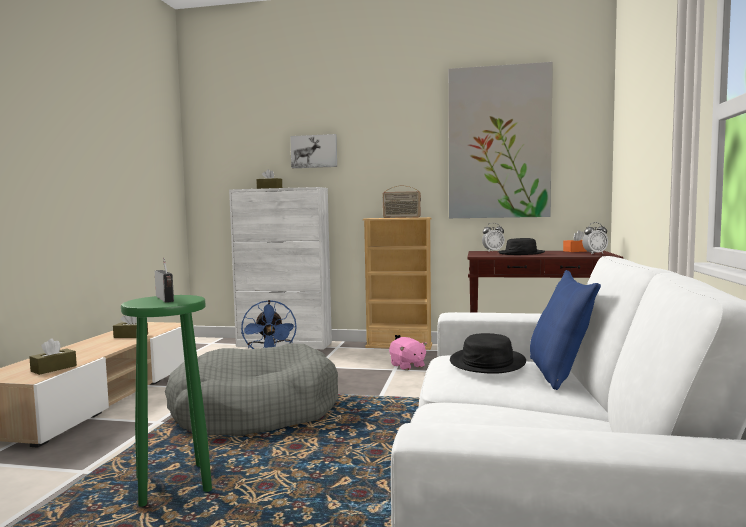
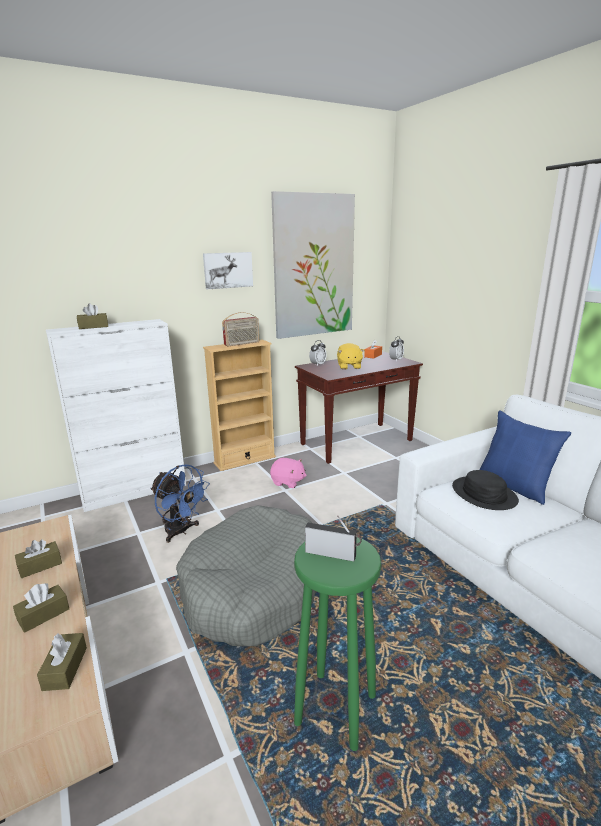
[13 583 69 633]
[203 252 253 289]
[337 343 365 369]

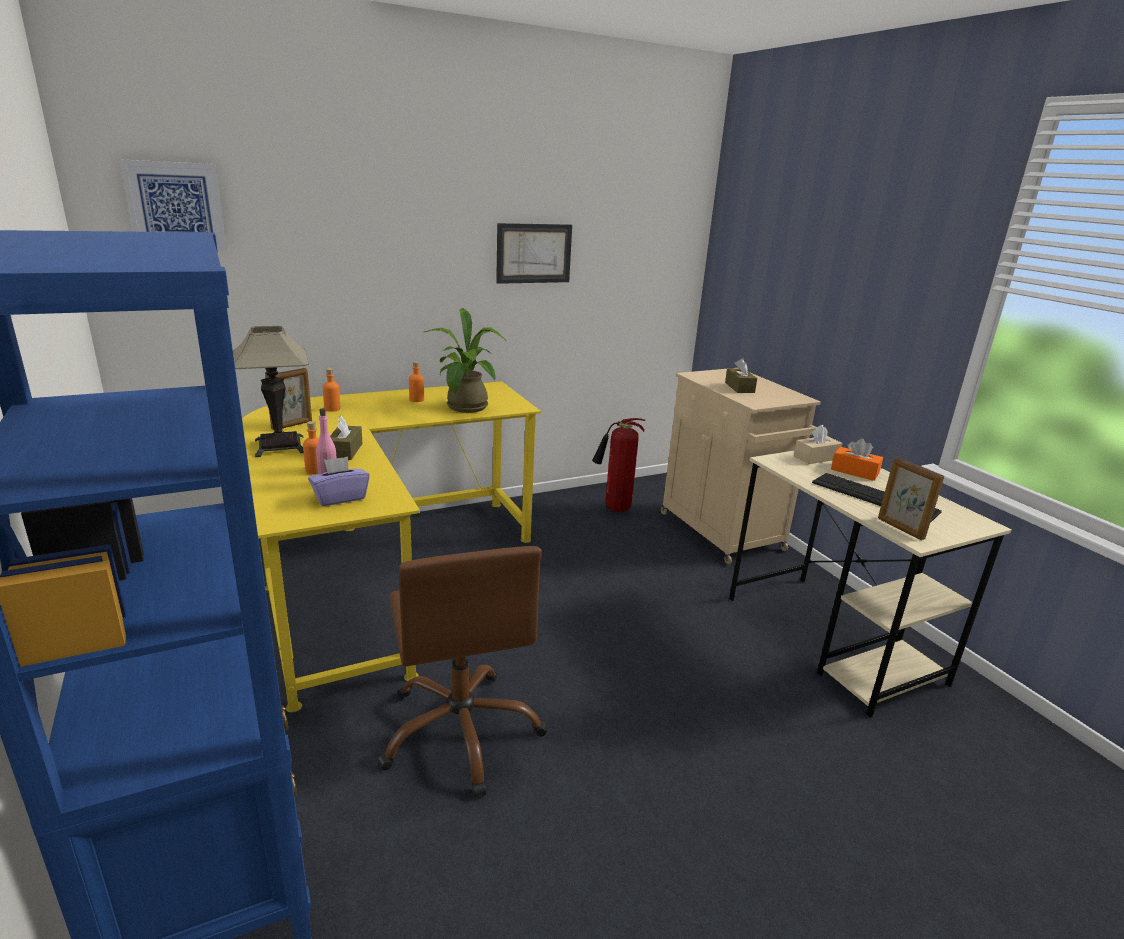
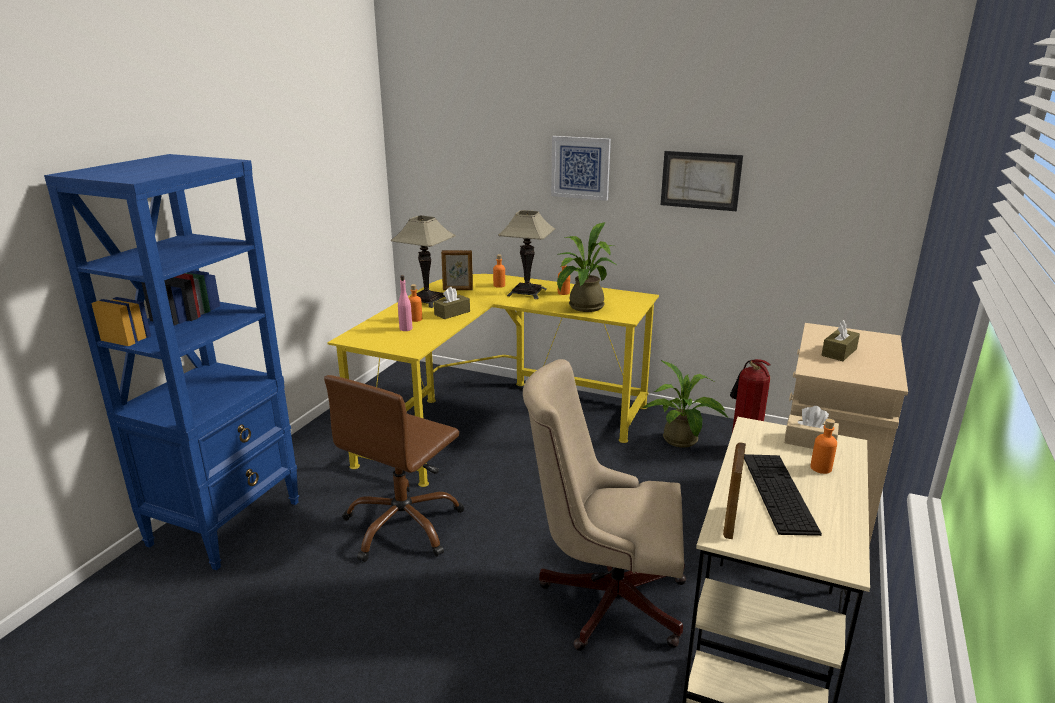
[498 210 555 299]
[523 359 686 651]
[551 136 611 201]
[643 360 728 448]
[810 419 837 474]
[308 456 370 506] (first image)

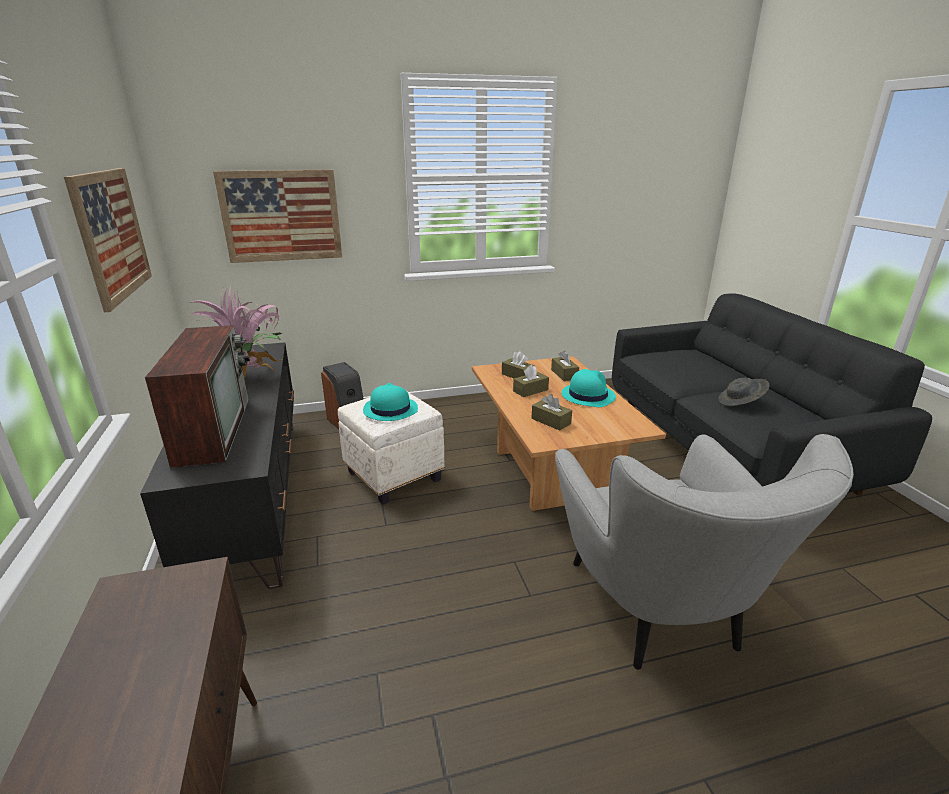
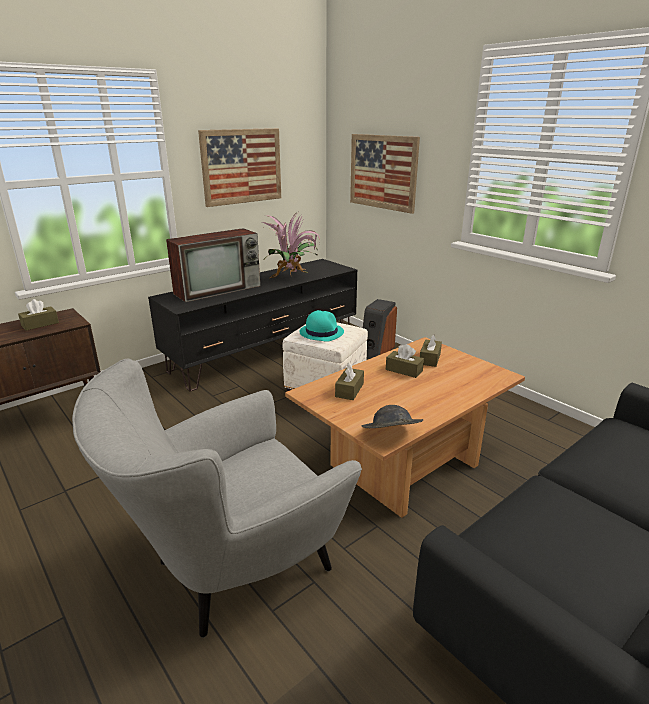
[18 299 59 331]
[361 405 423 428]
[561 369 616 407] (first image)

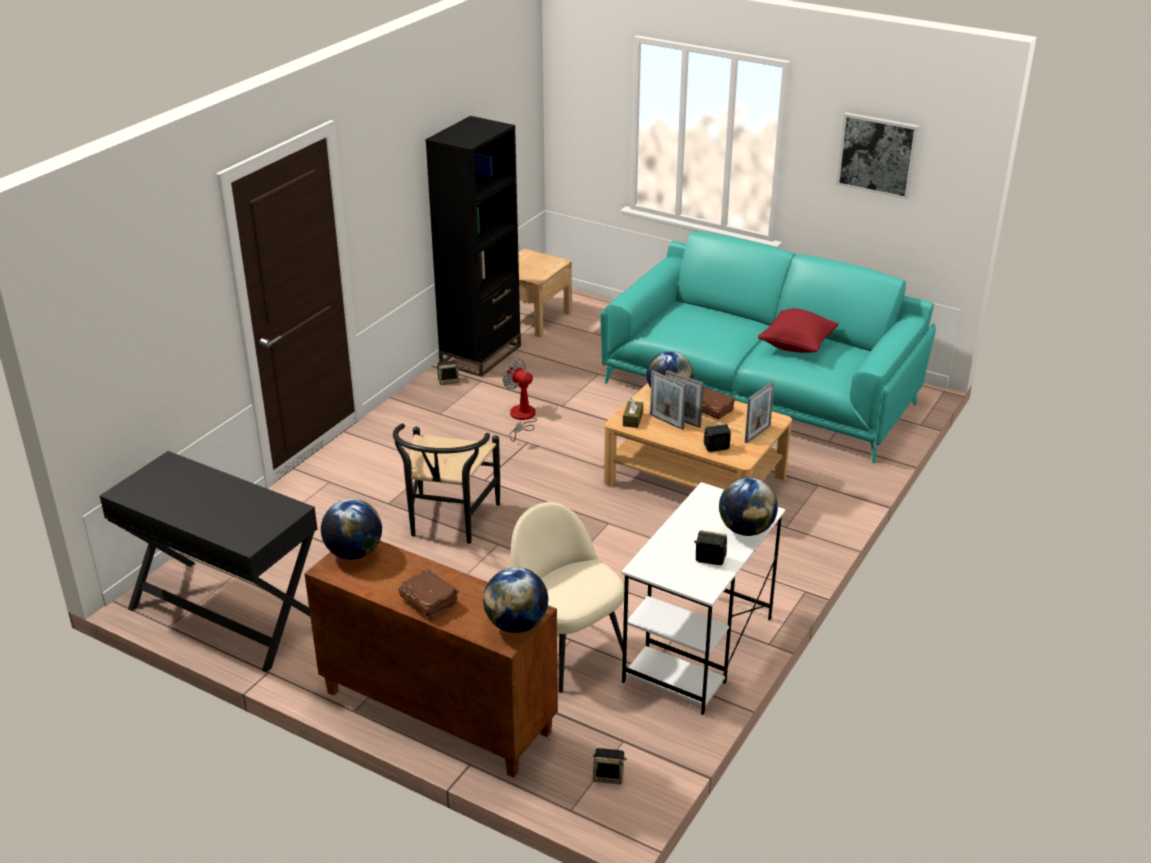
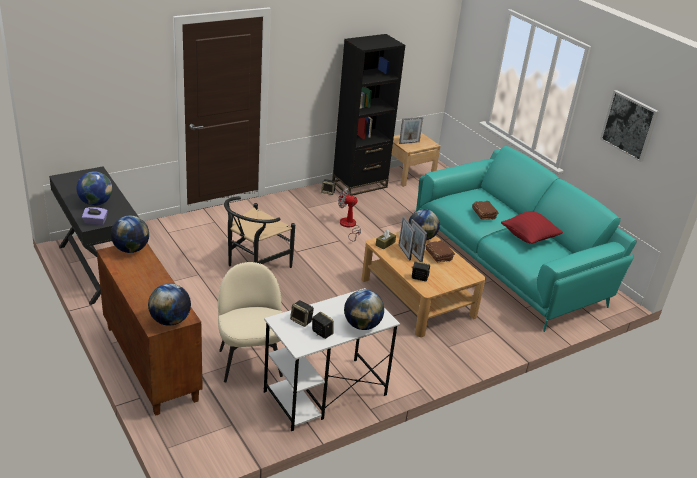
[76 171 112 206]
[82 207 108 225]
[290 300 314 327]
[338 188 361 242]
[399 117 423 144]
[472 201 499 220]

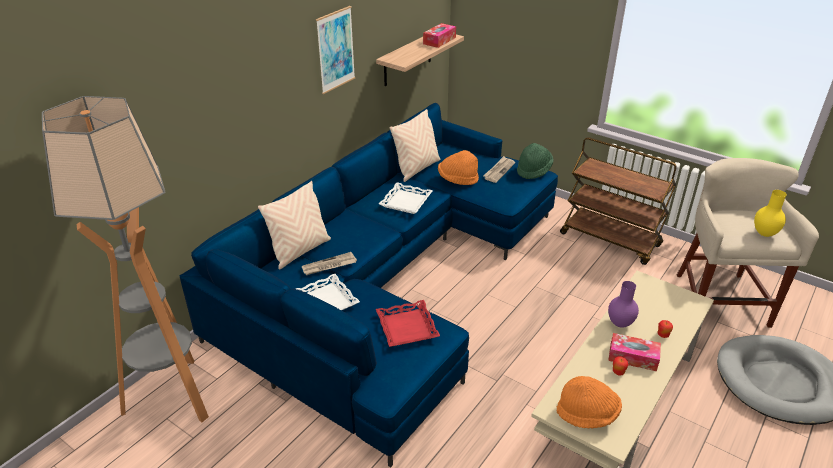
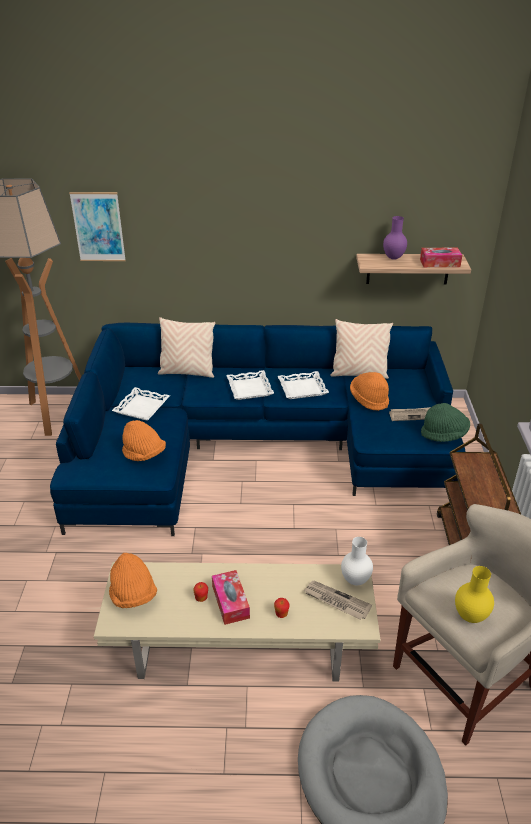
[69 192 126 261]
[122 420 166 461]
[226 370 274 400]
[303 581 372 620]
[341 537 373 585]
[383 216 407 260]

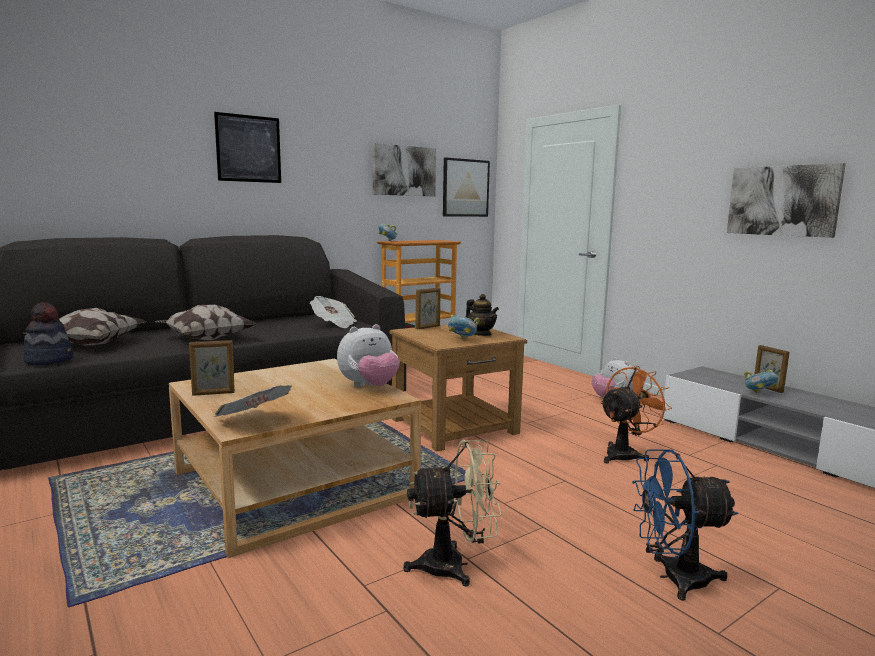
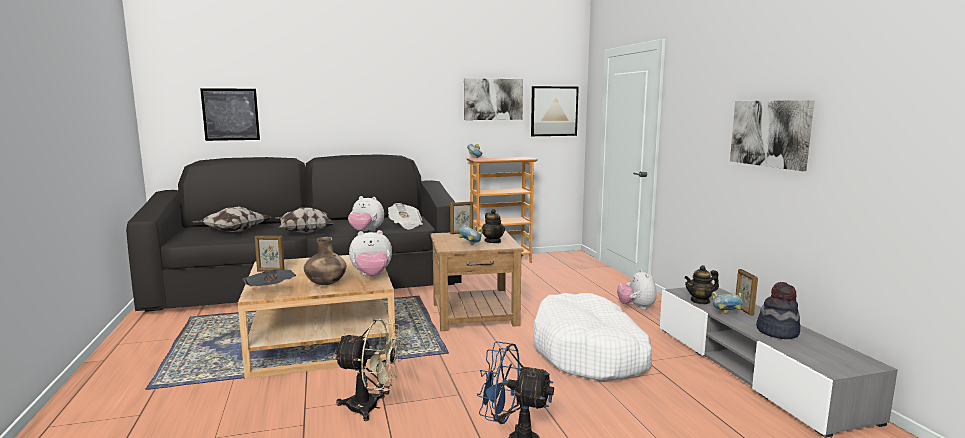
[200 88 260 141]
[304 237 347 285]
[348 196 384 232]
[533 293 652 381]
[684 265 719 304]
[756 282 800 339]

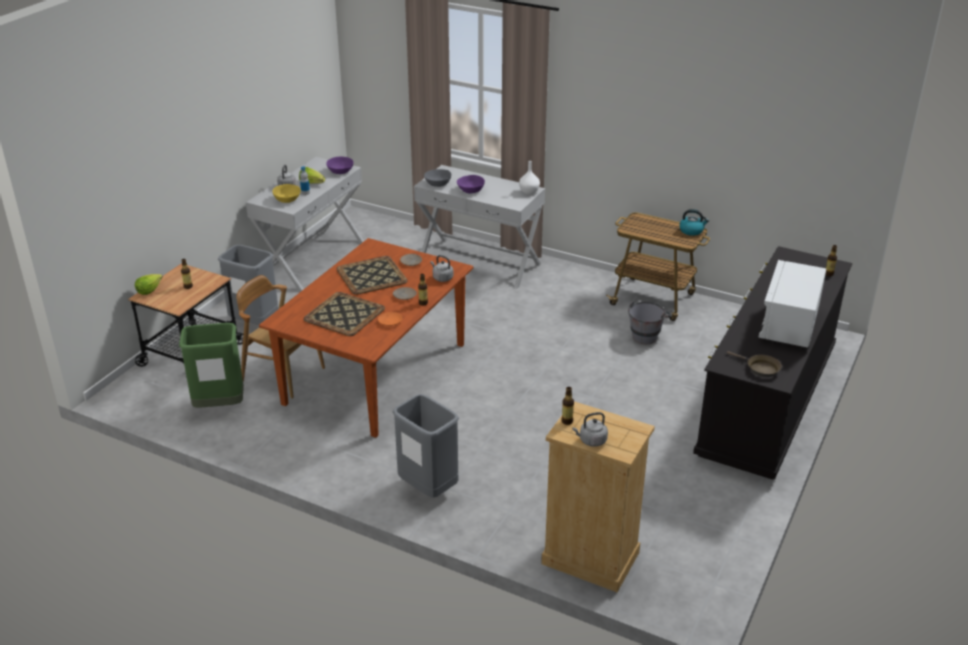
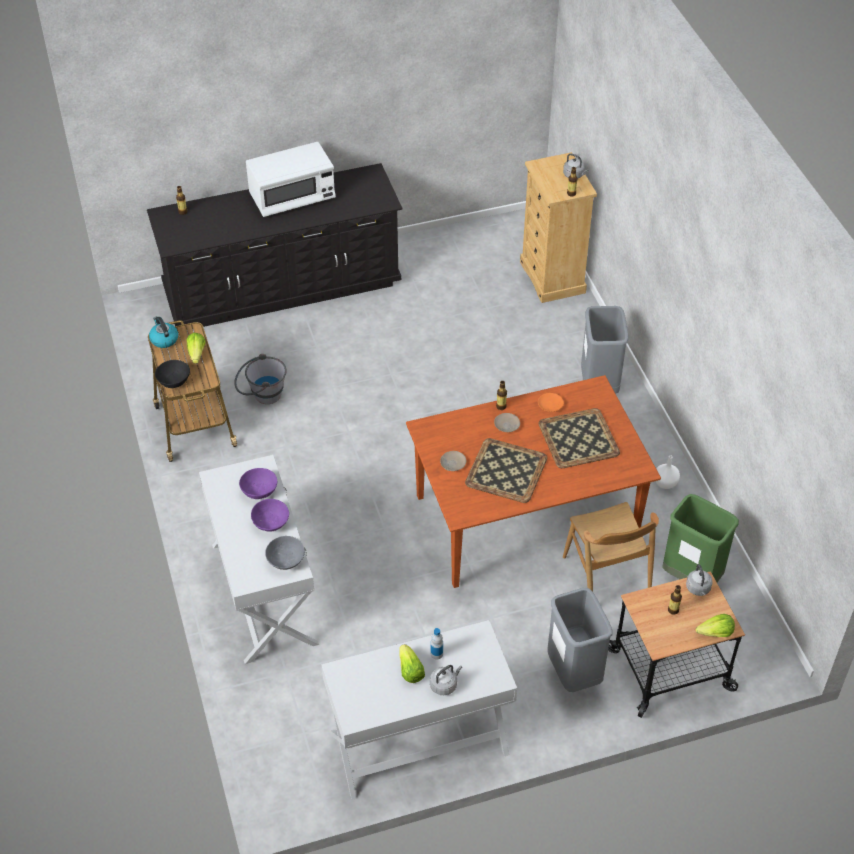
[155 360 190 388]
[186 333 206 364]
[239 468 277 499]
[656 455 680 489]
[686 564 713 596]
[272 184 301 203] (first image)
[726 351 782 377] (first image)

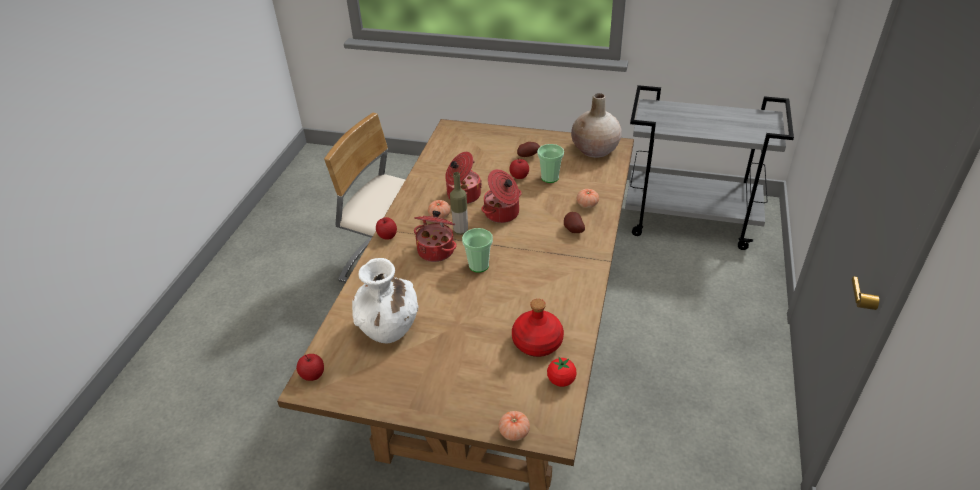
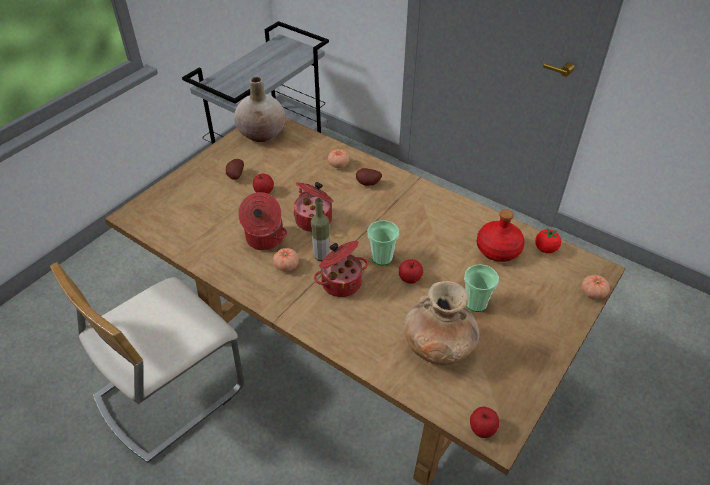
[399 260 423 284]
[404 281 479 365]
[464 264 499 312]

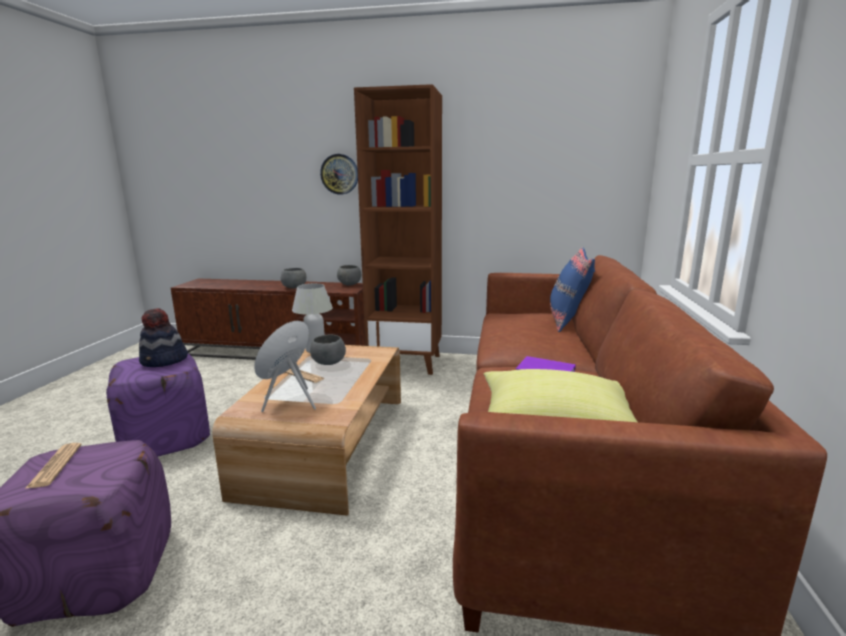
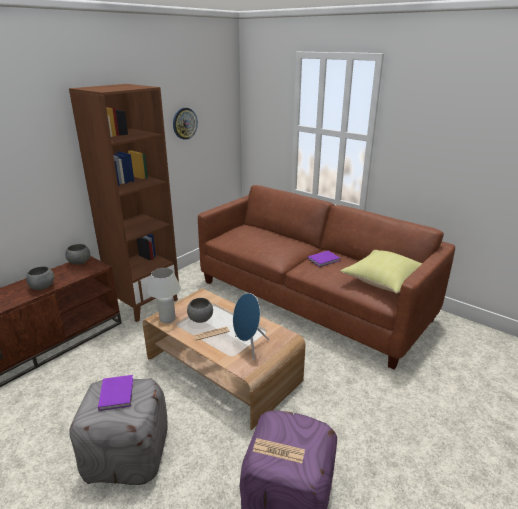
[69 378 168 485]
[98 375 133 411]
[173 108 198 140]
[550 247 595 332] (first image)

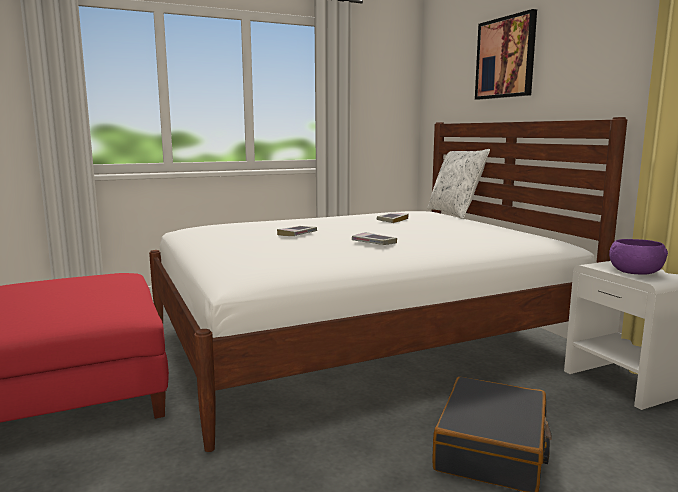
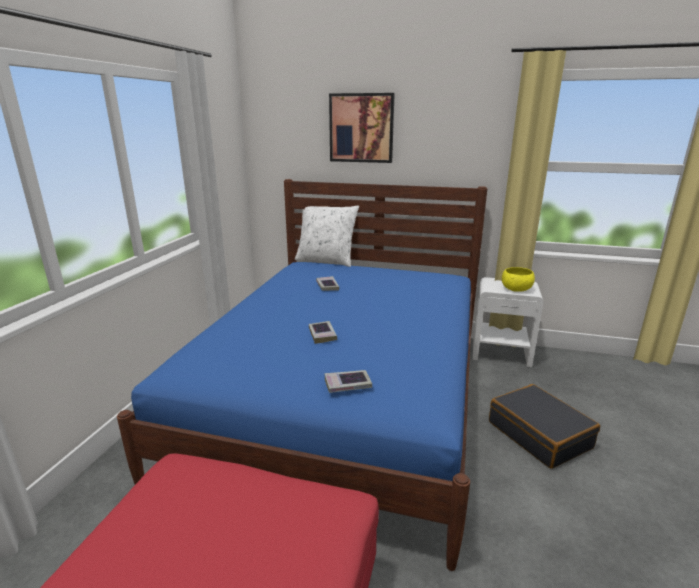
[117 179 487 571]
[324 370 372 393]
[502 267 535 292]

